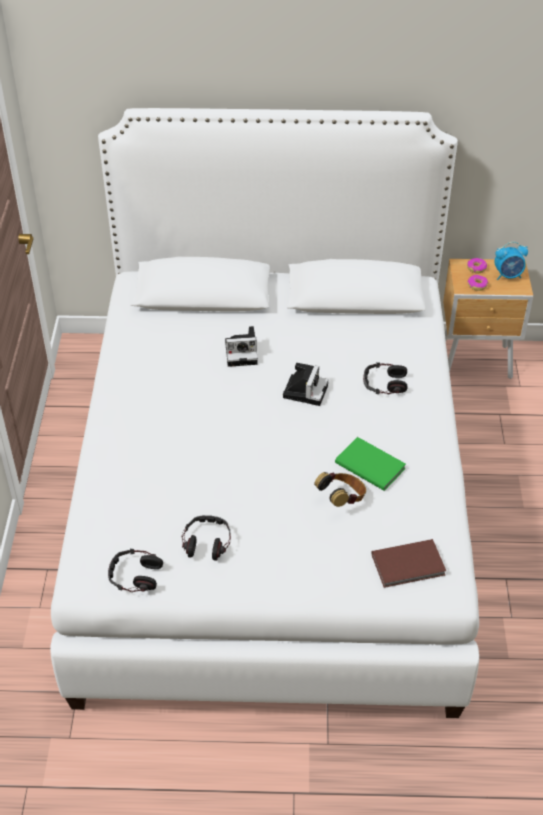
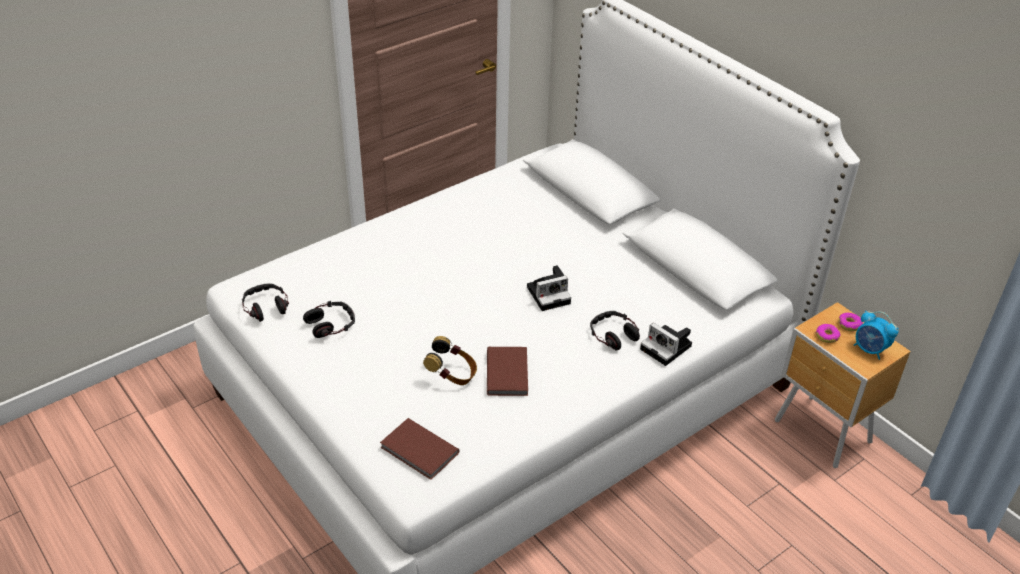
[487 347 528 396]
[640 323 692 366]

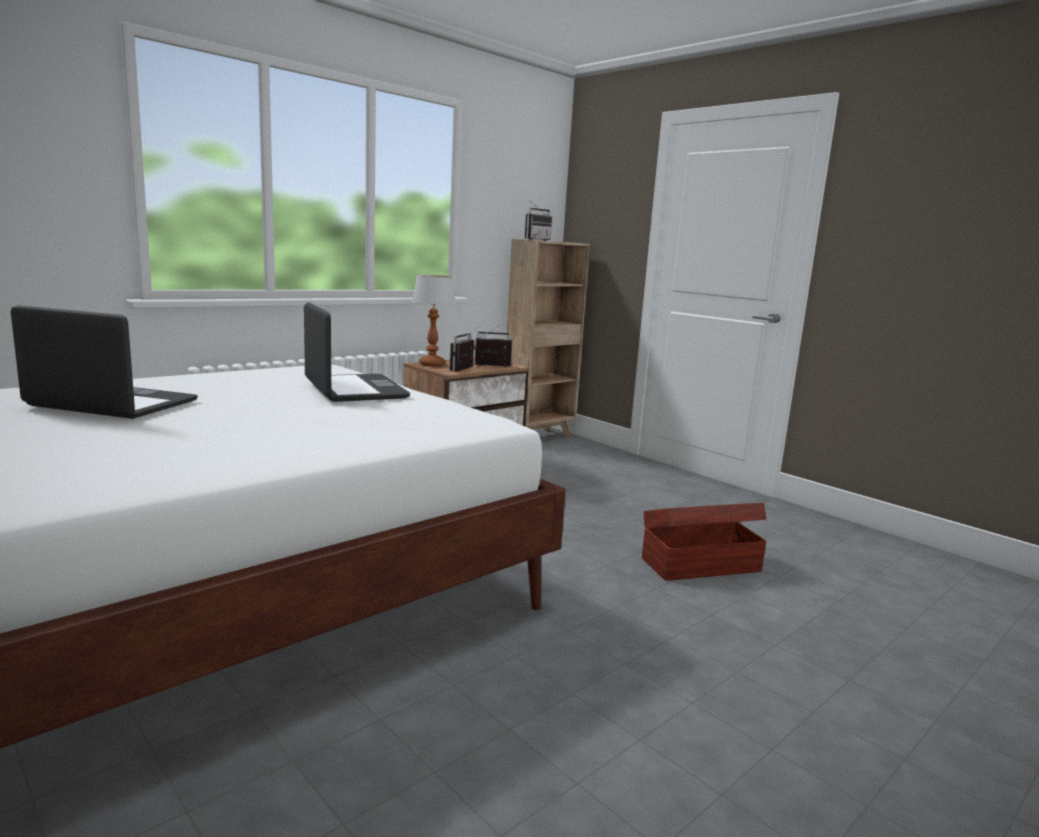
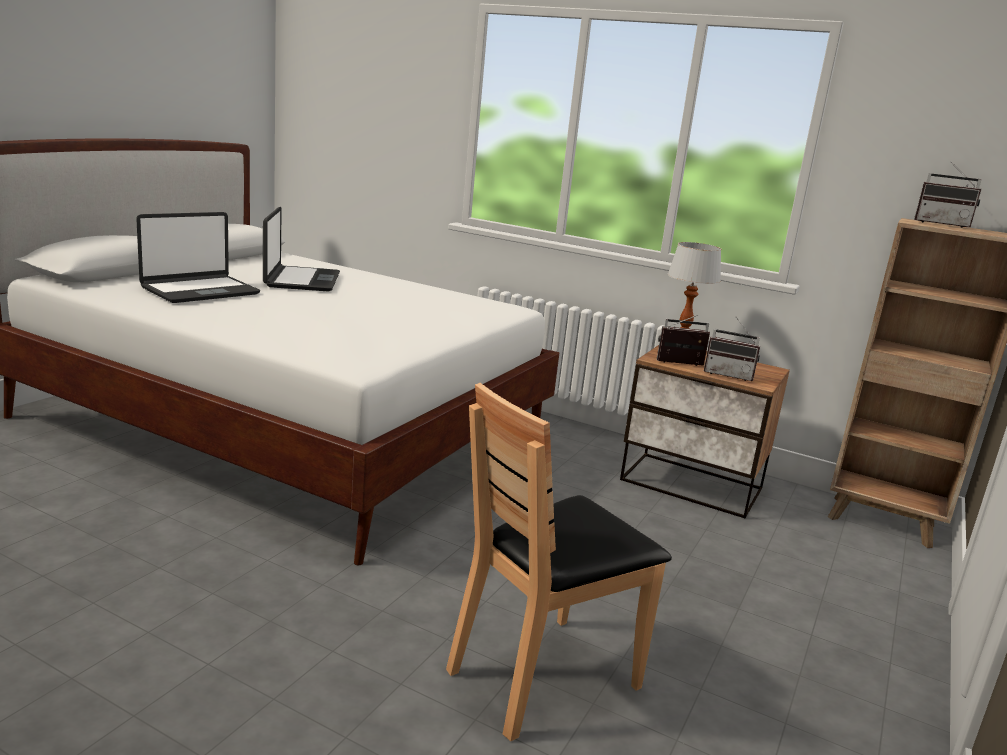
[136 212 260 303]
[446 383 672 741]
[704 317 760 381]

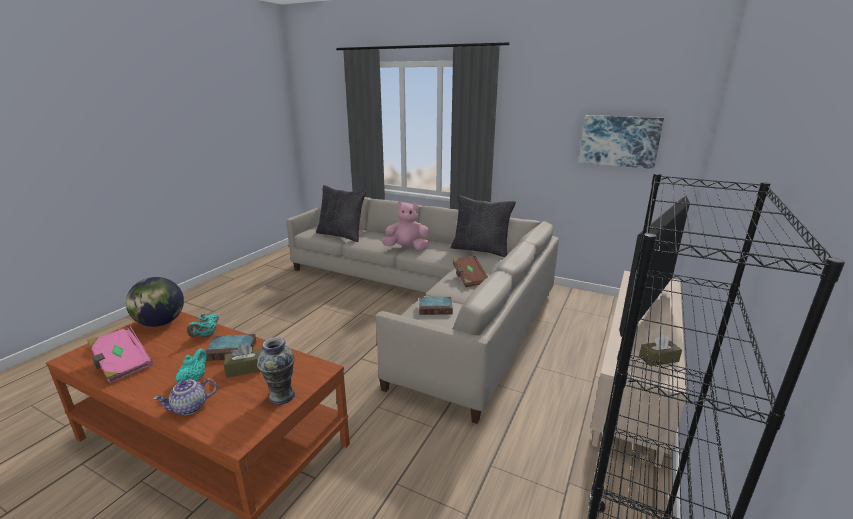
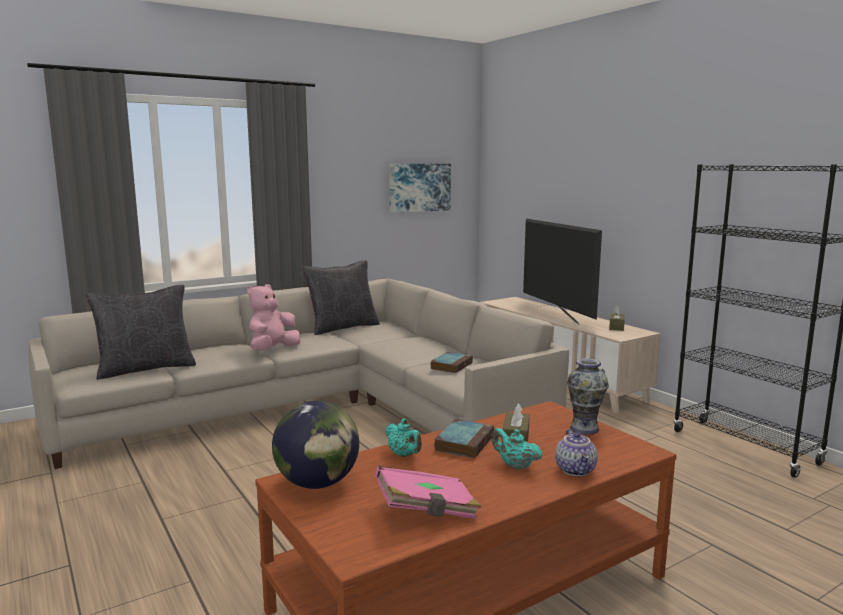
[453 256 488 287] (first image)

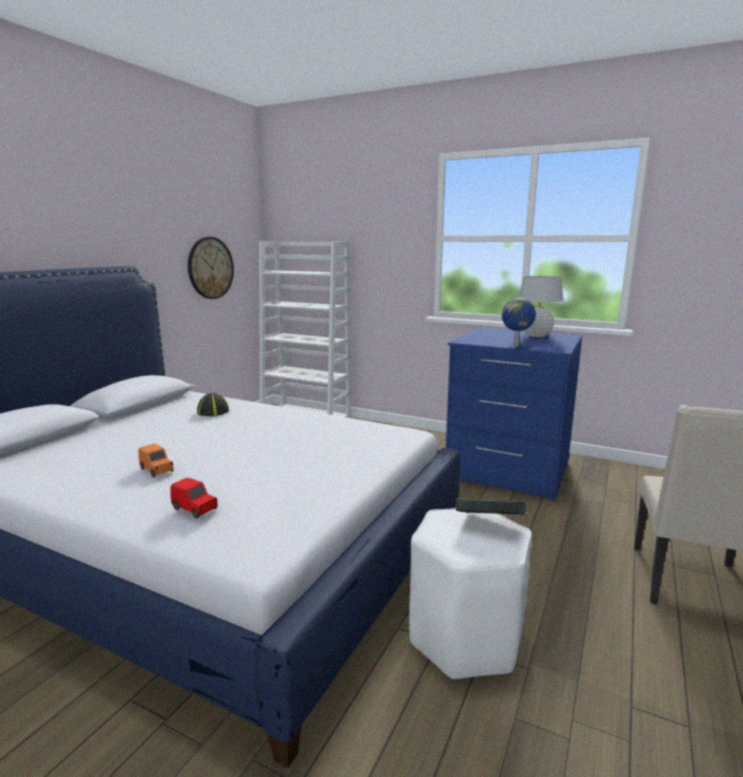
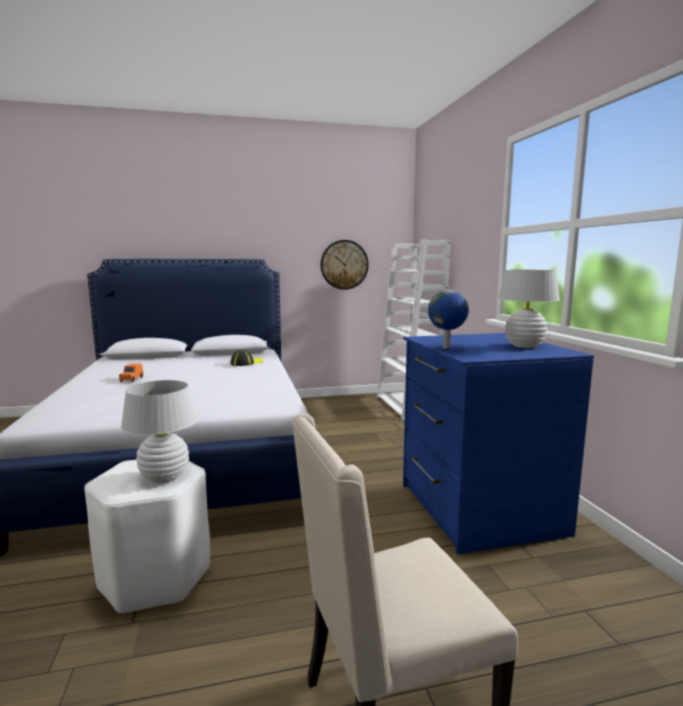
[121 380 198 483]
[170 478 218 519] (first image)

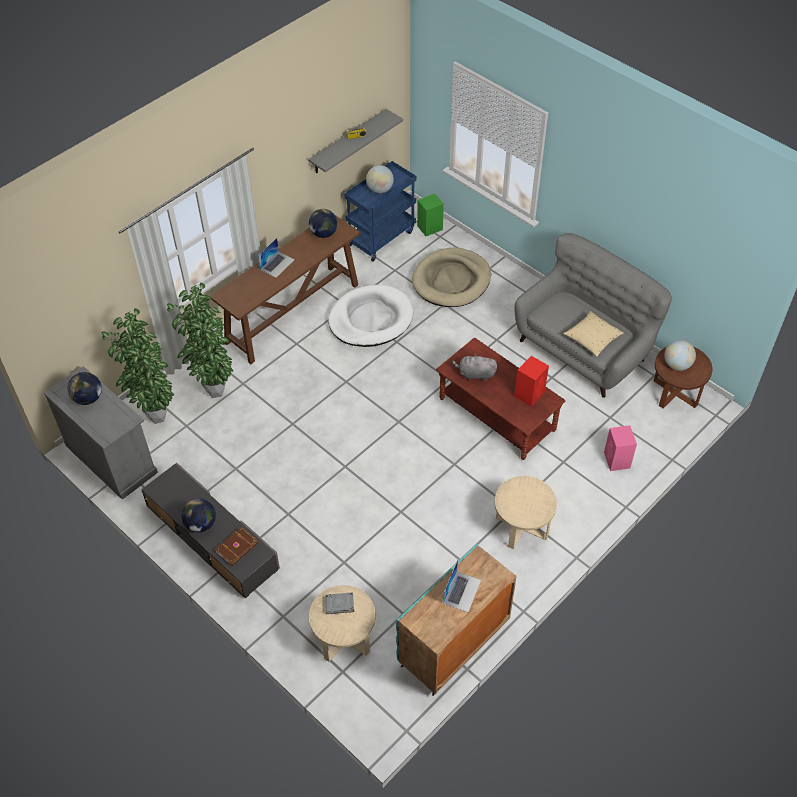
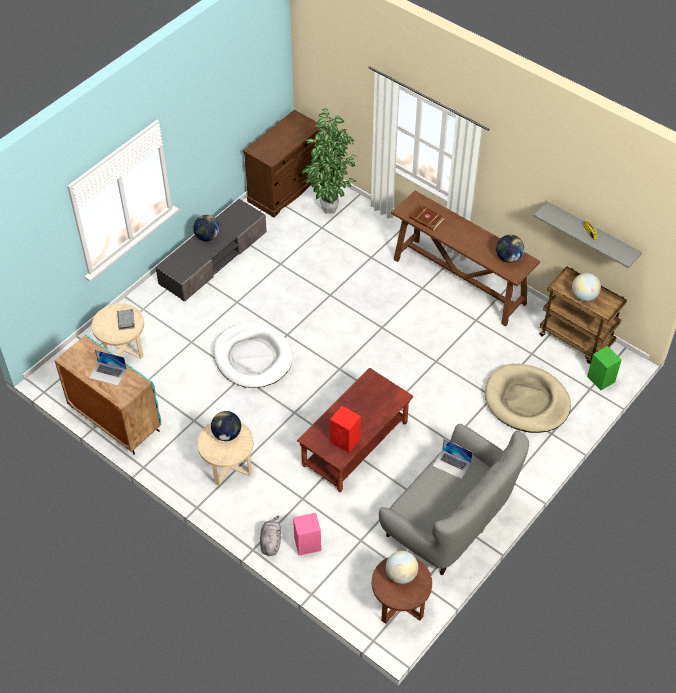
[211 411 241 441]
[214 322 293 388]
[243 110 323 217]
[260 516 281 556]
[410 205 444 230]
[433 439 473 479]
[540 267 627 364]
[167 283 233 398] (first image)
[563 311 624 356] (first image)

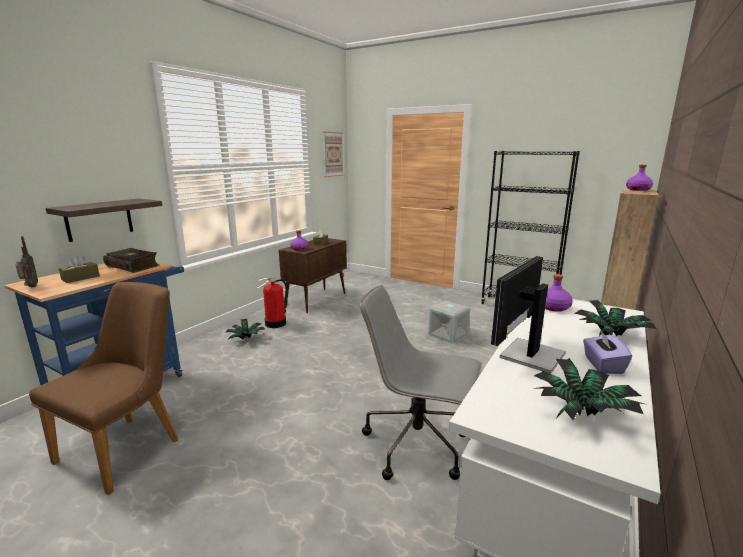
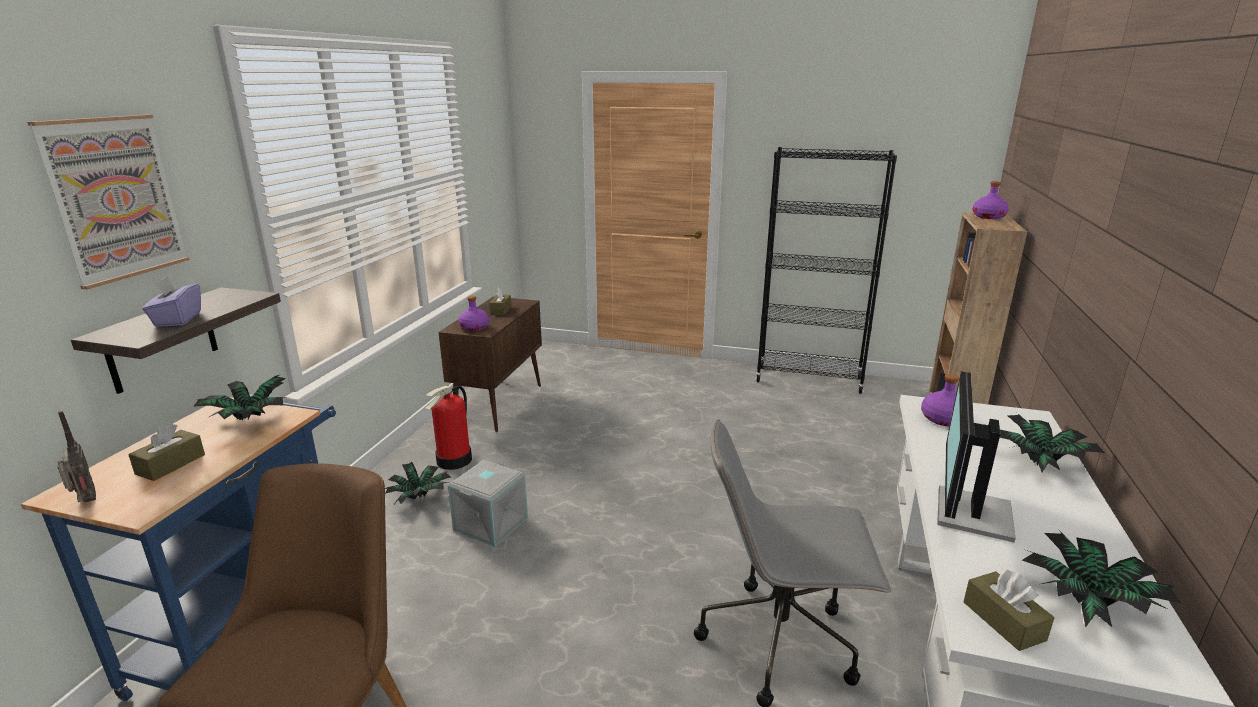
[27 115 190 290]
[142 276 201 327]
[193 375 288 421]
[448 460 528 547]
[964 569 1054 651]

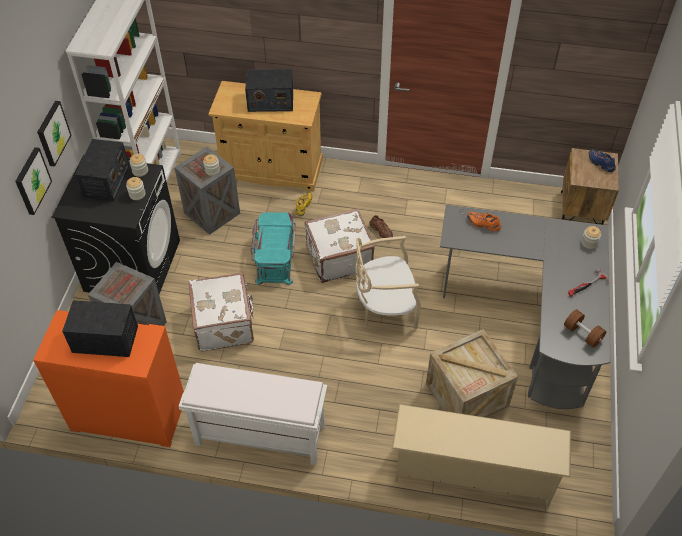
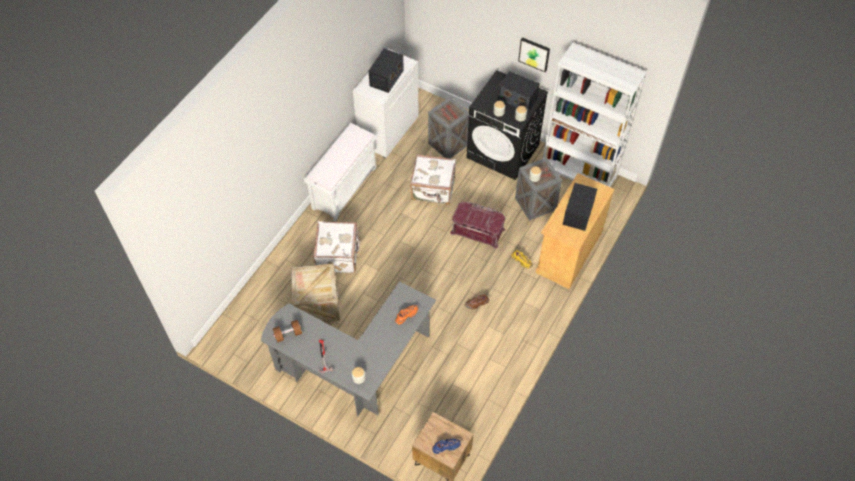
[313 221 361 273]
[353 49 419 158]
[450 202 505 249]
[15 147 52 215] (first image)
[355 236 421 329] (first image)
[392 404 571 507] (first image)

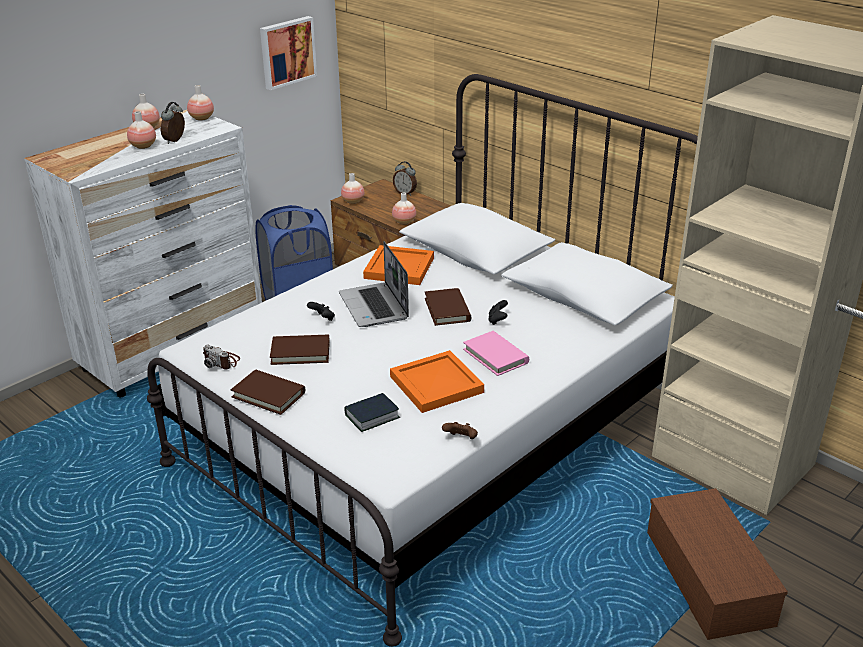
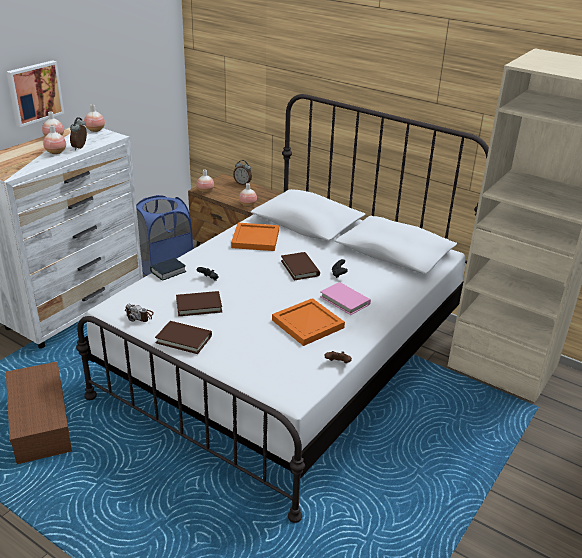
[6 60 64 127]
[6 361 72 464]
[150 258 187 281]
[339 241 409 327] (first image)

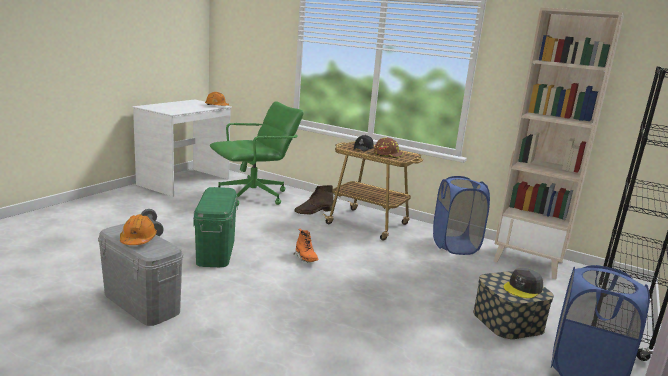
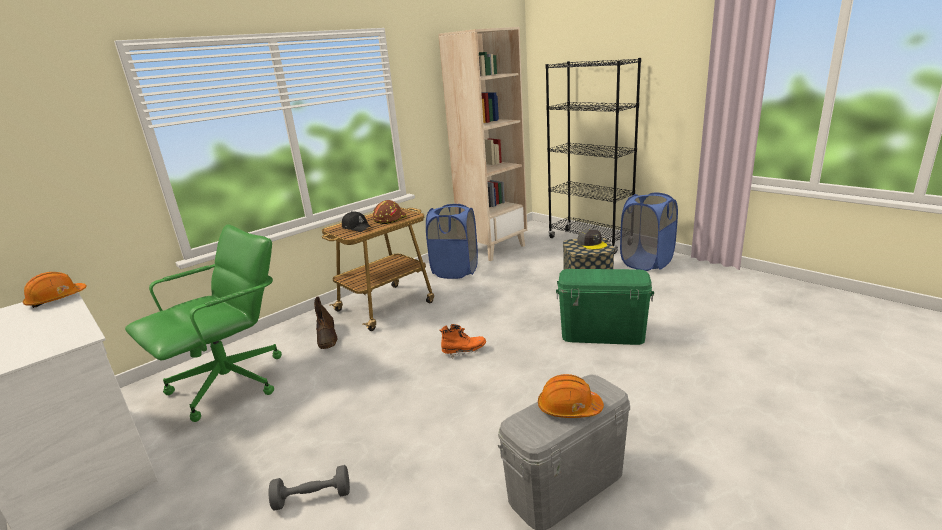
[125 224 282 422]
[556 269 654 345]

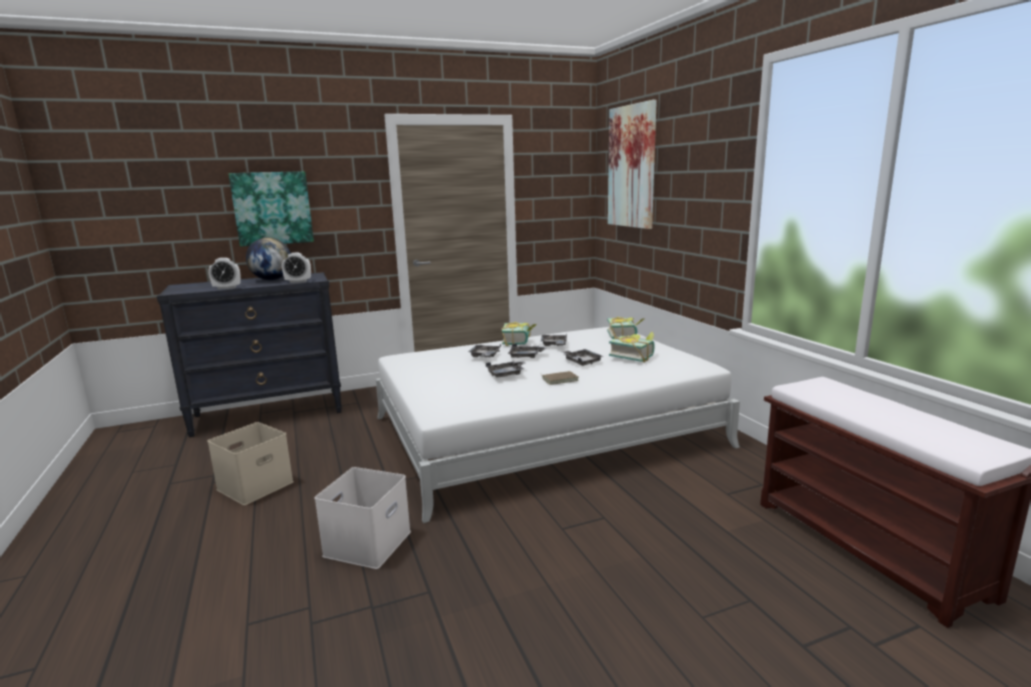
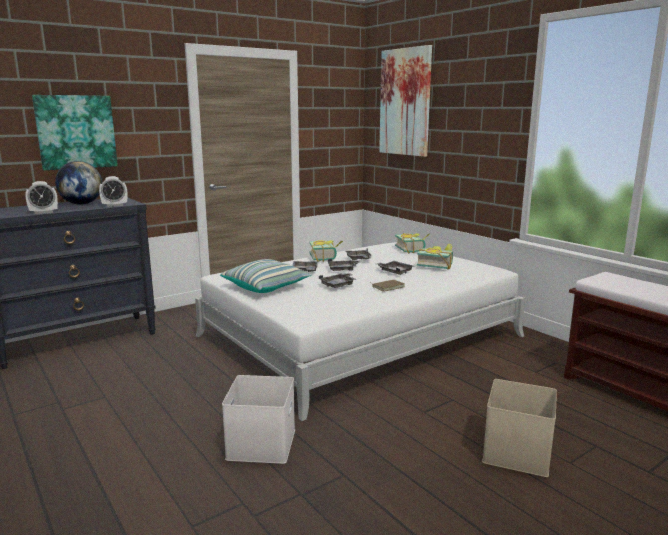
[220 259 311 293]
[482 379 557 477]

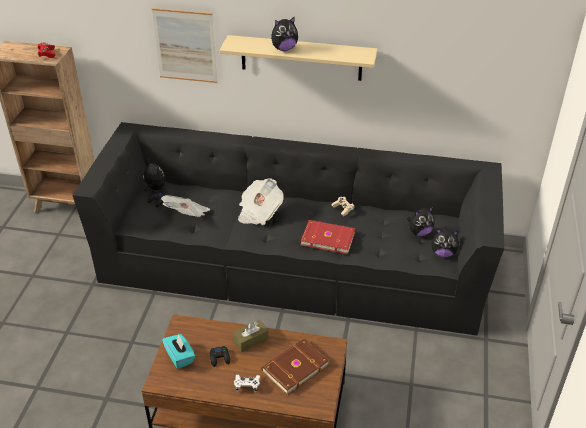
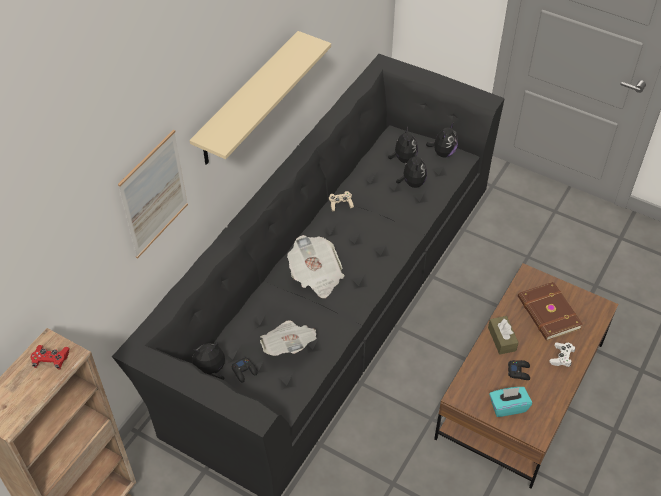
[396 151 427 188]
[301 220 355 254] (first image)

